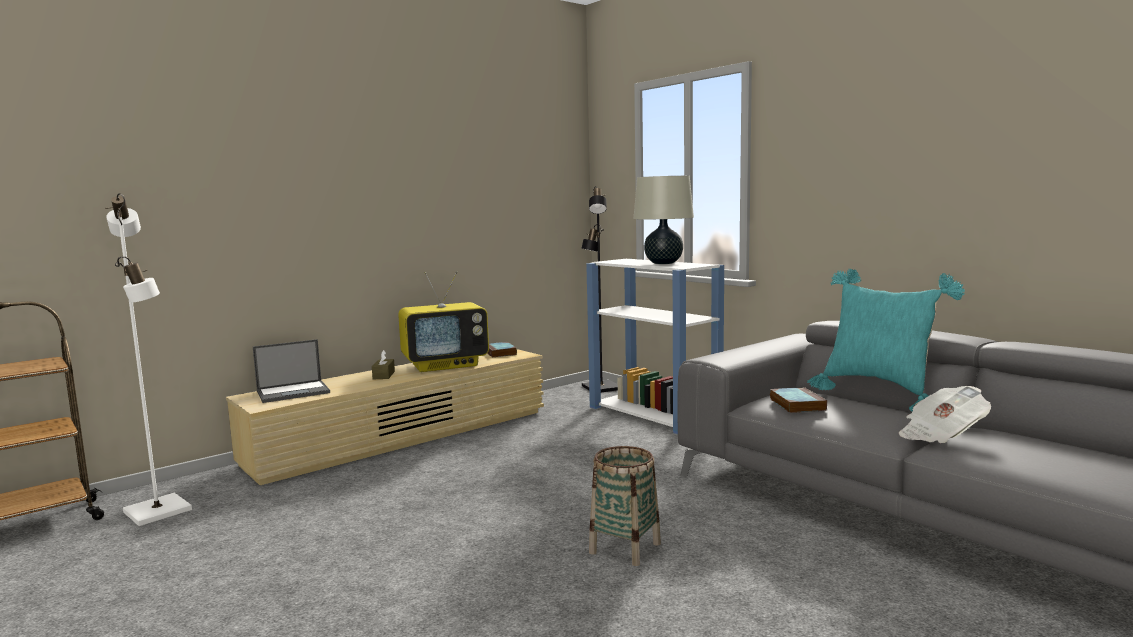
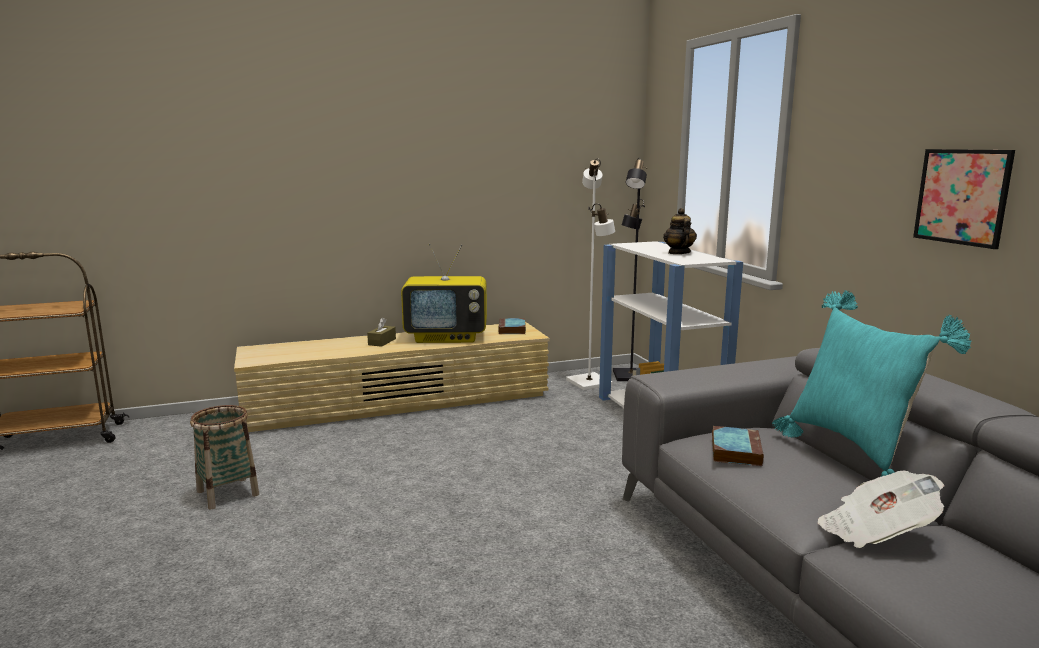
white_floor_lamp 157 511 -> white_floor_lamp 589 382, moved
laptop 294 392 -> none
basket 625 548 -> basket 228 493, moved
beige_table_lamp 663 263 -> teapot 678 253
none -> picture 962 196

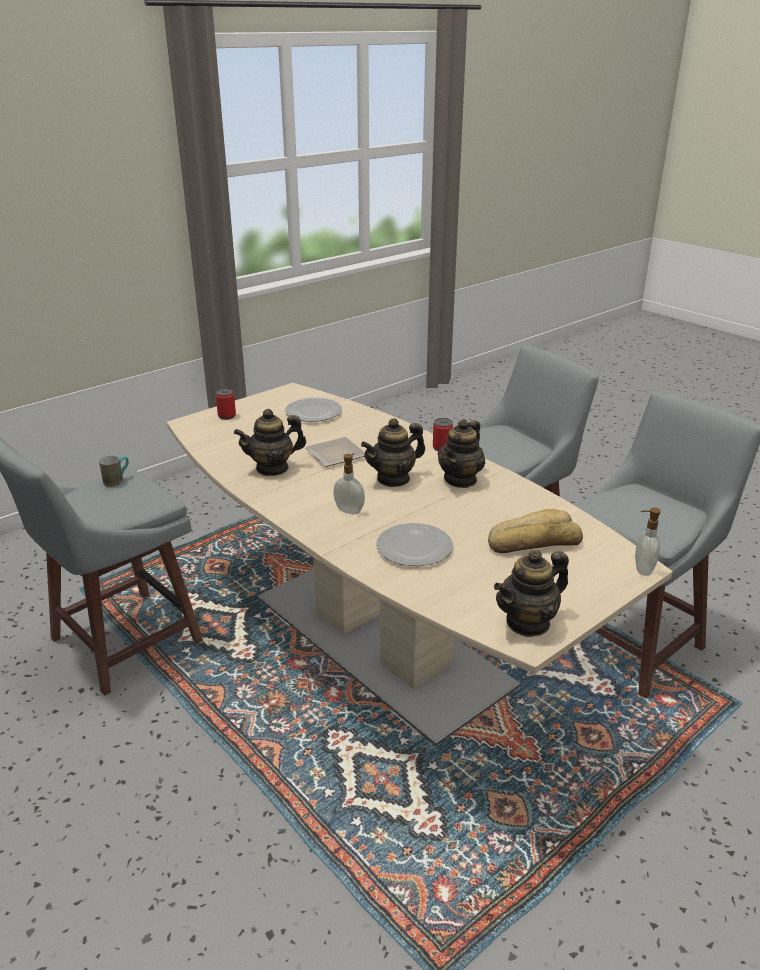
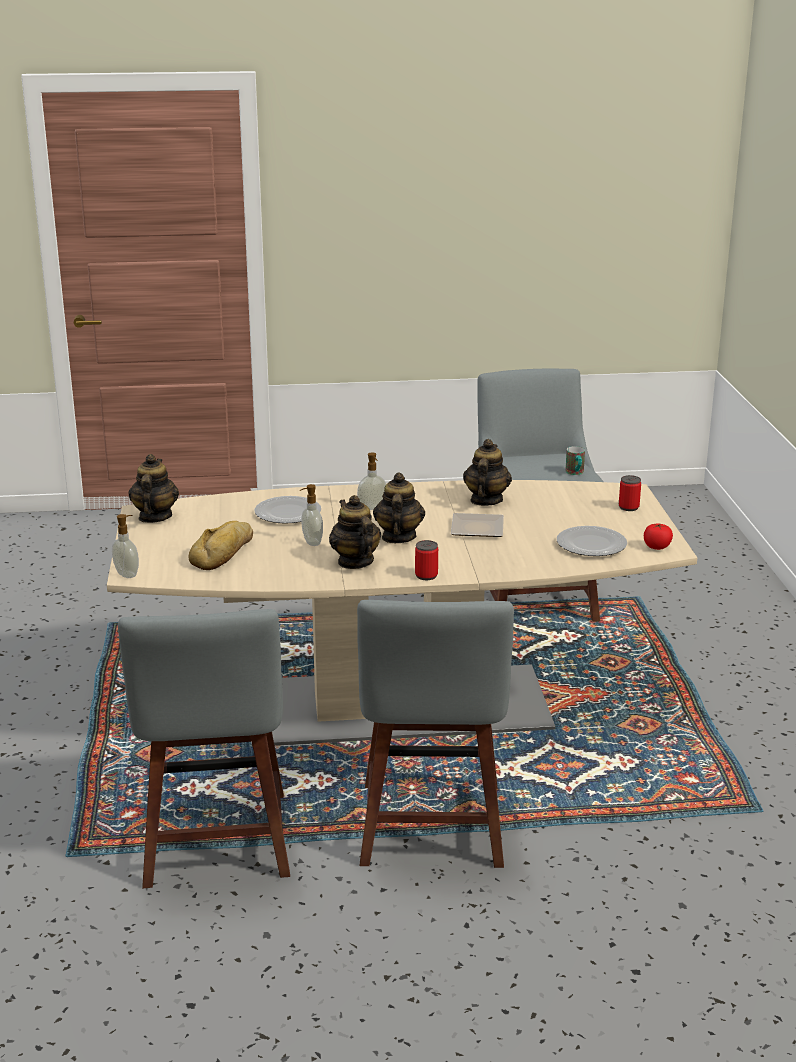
none -> soap_dispenser 311 542
none -> tomato 657 547

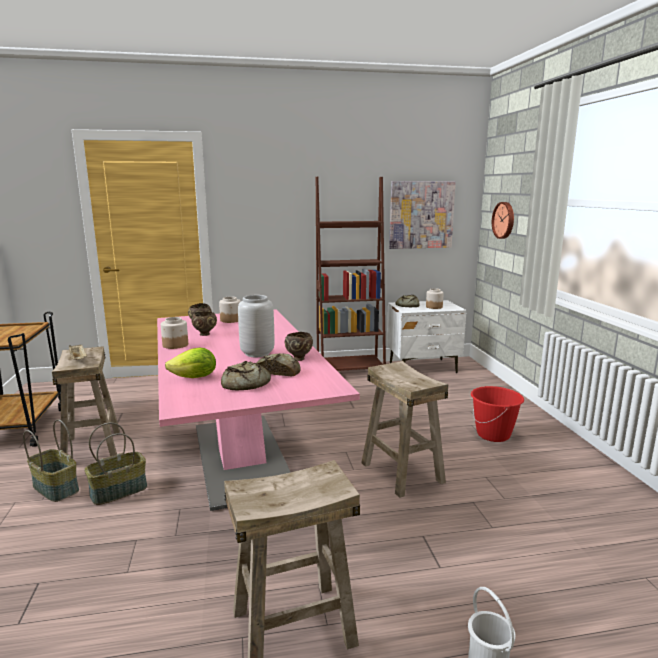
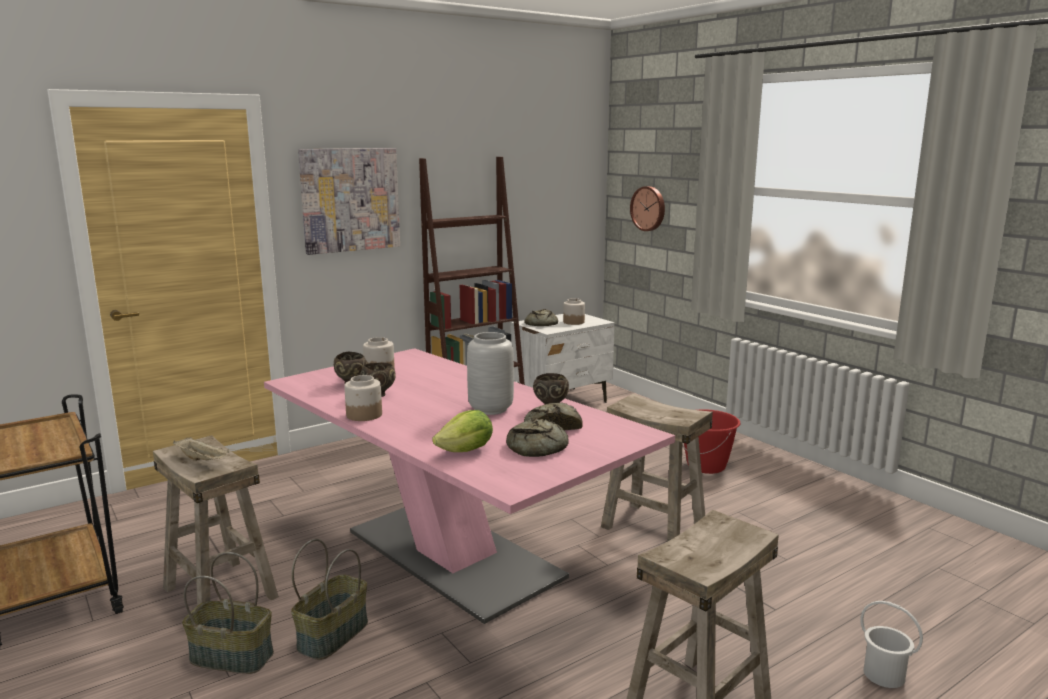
picture 421 215 -> picture 350 200, moved

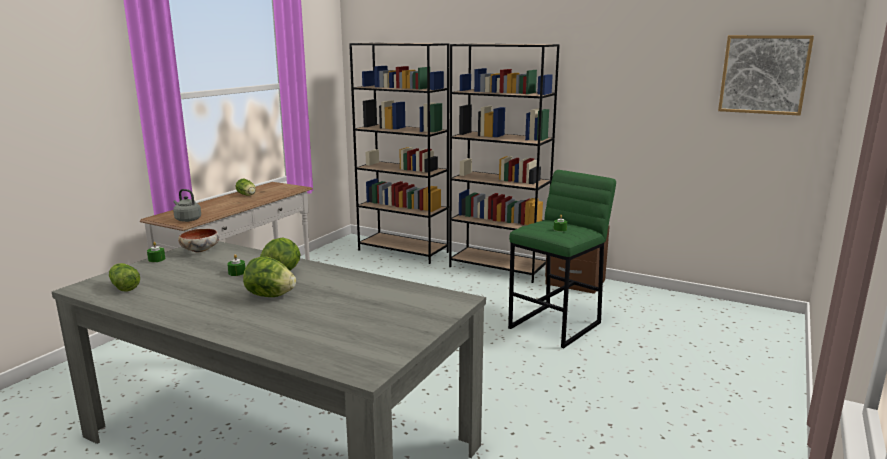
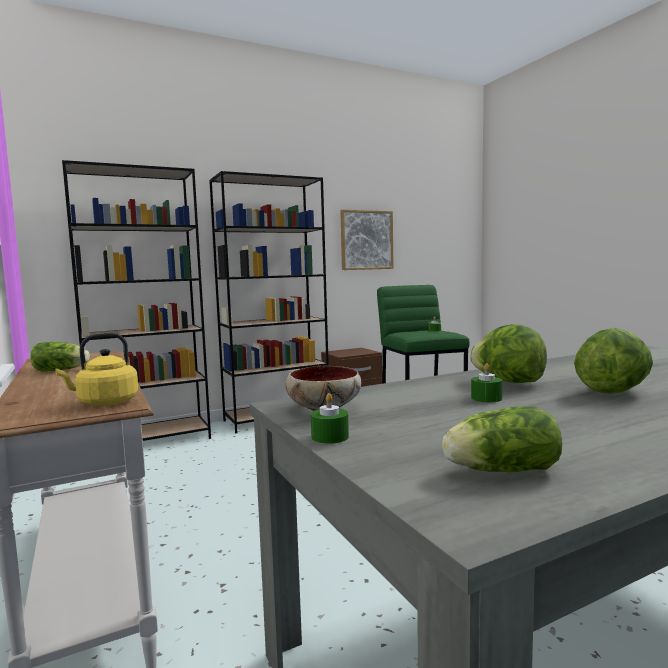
grey_kettle 187 219 -> yellow_kettle 105 403
picture 764 74 -> picture 366 240, moved

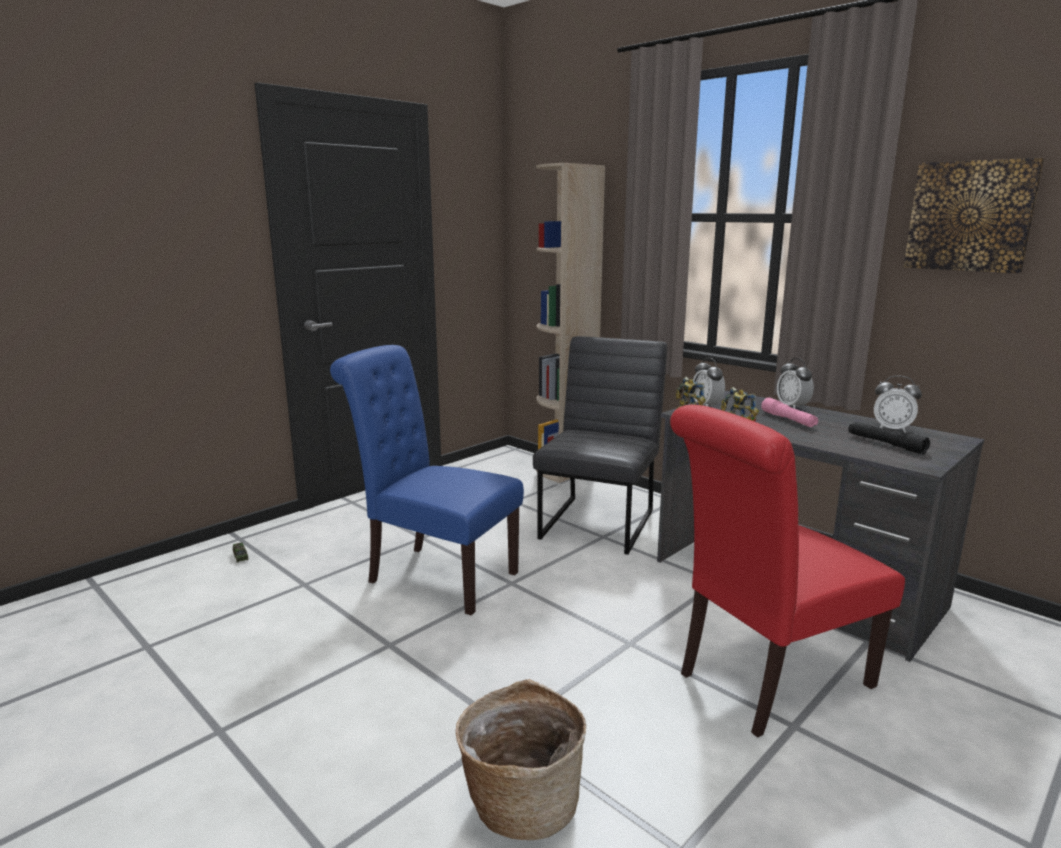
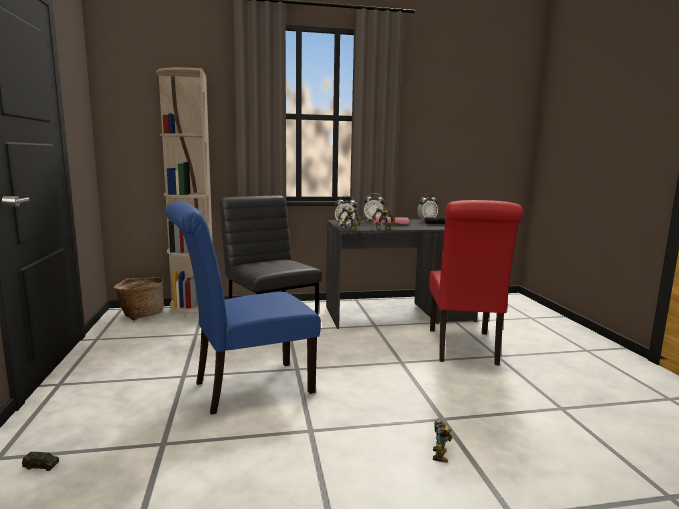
basket 521 802 -> basket 141 315, moved
picture 970 216 -> none
none -> toy_robot 442 455

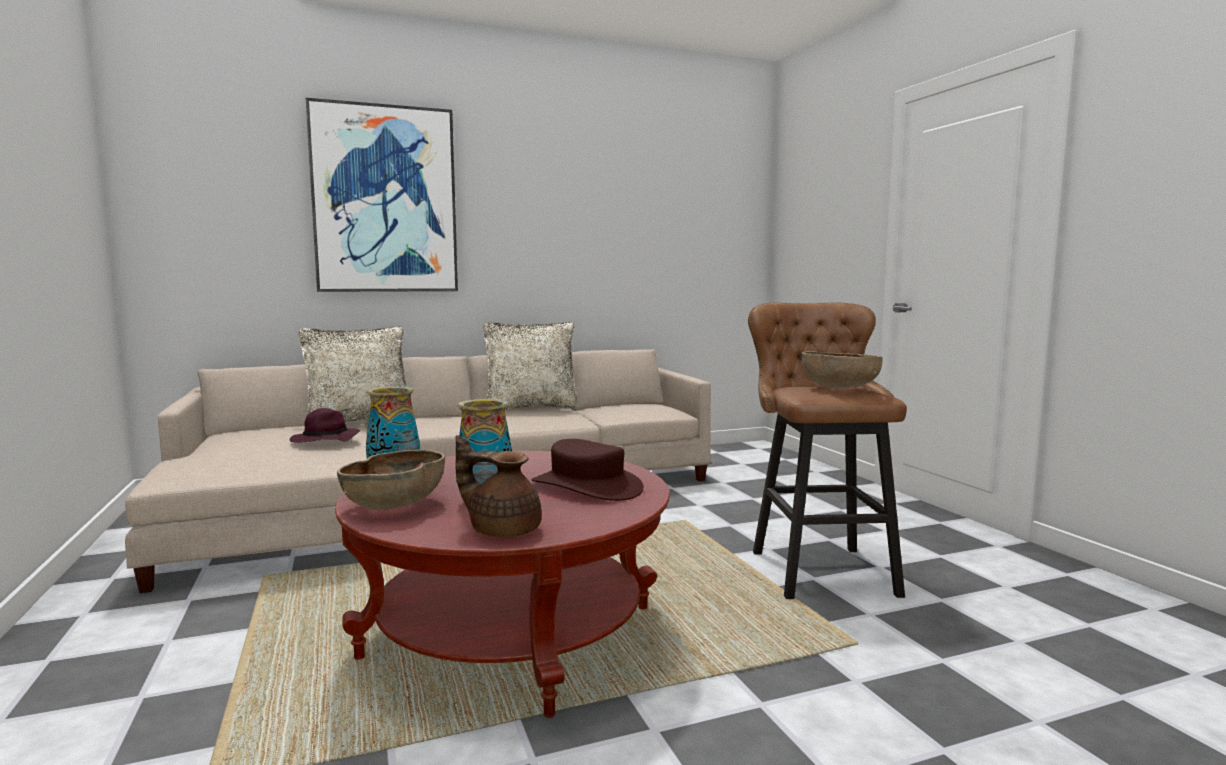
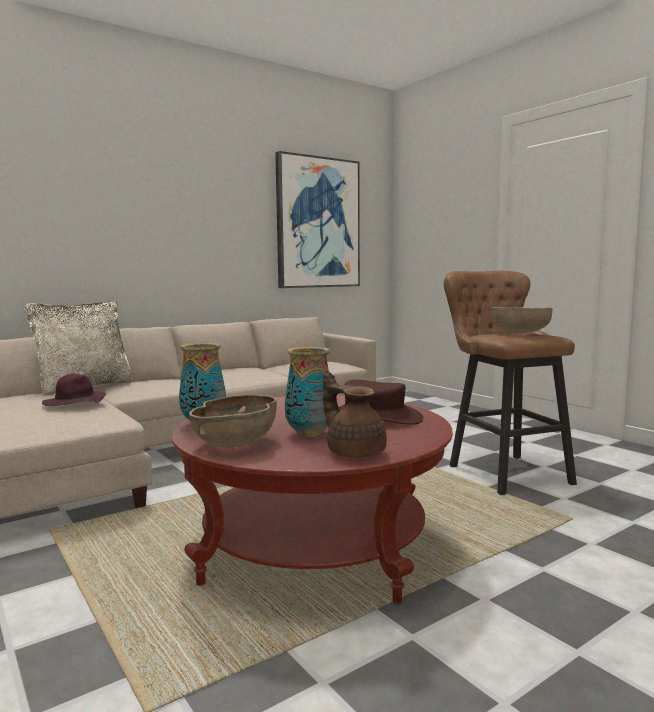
picture 385 200 -> picture 317 223, moved
brown_teapot 502 530 -> brown_teapot 354 452, 45 degrees clockwise
beige_pillow 532 408 -> none

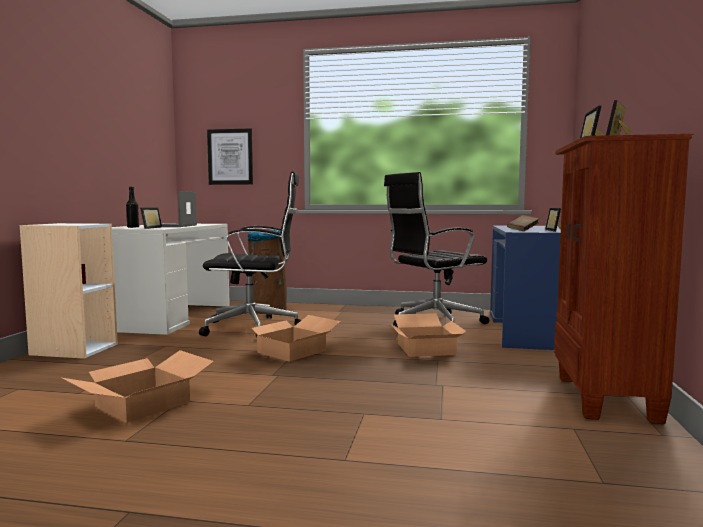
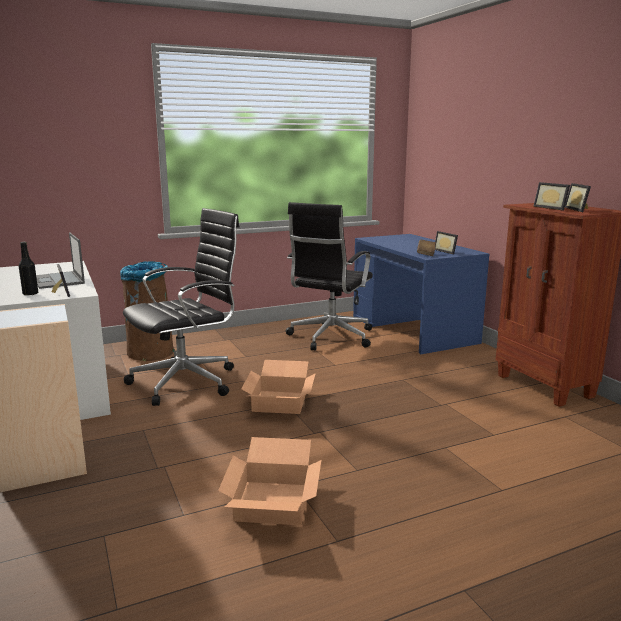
picture 230 157 -> none
cardboard_box 424 348 -> none

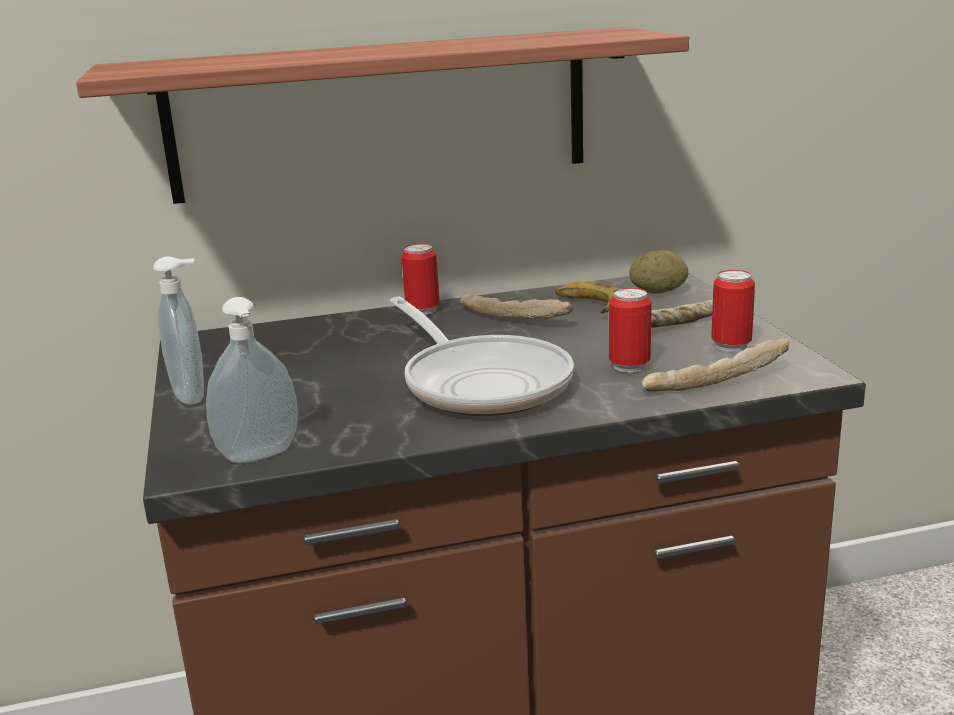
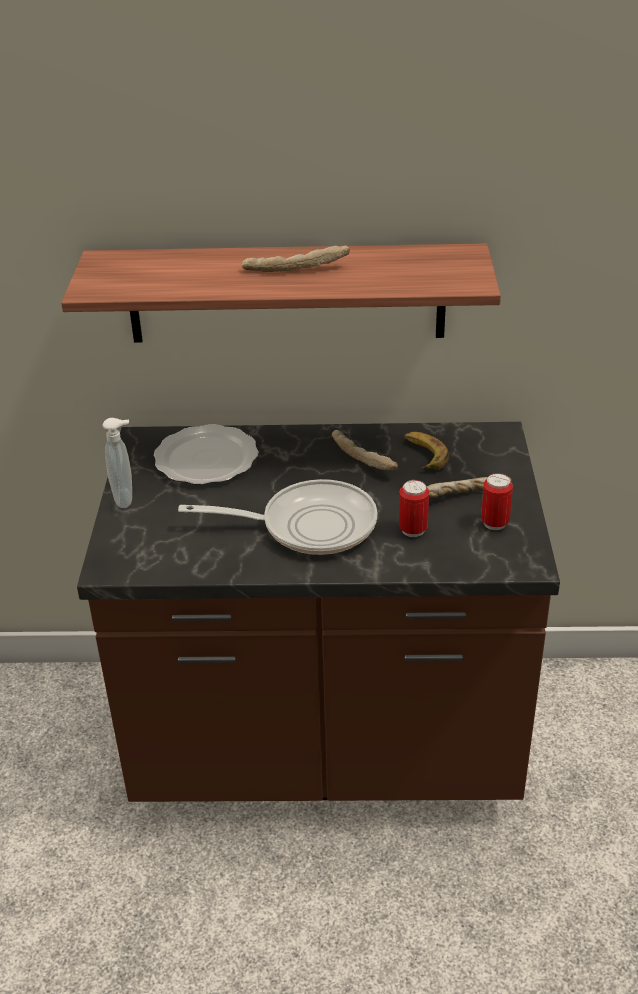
soap_dispenser 260 456 -> none
frying_pan 481 382 -> frying_pan 308 525, 75 degrees counterclockwise
can 422 310 -> none
potato 658 292 -> none
bread 715 380 -> bread 295 268, moved
none -> plate 208 458

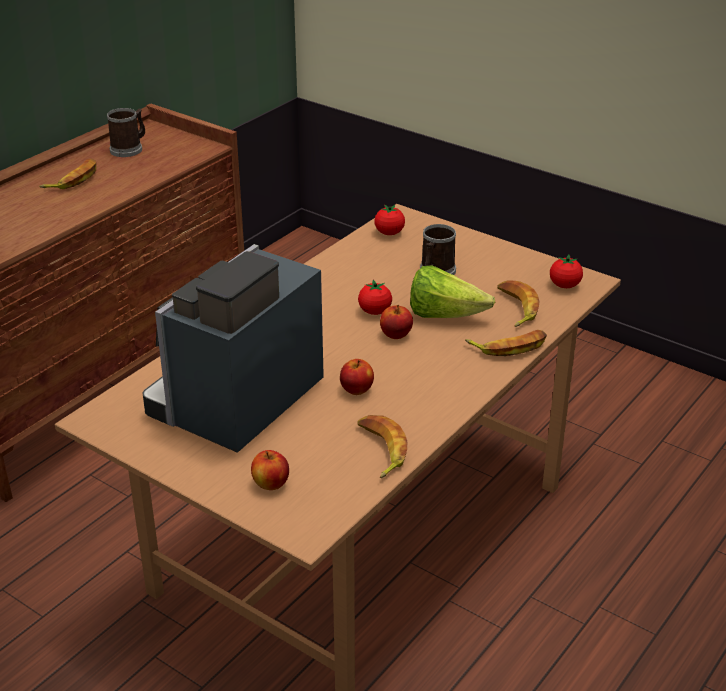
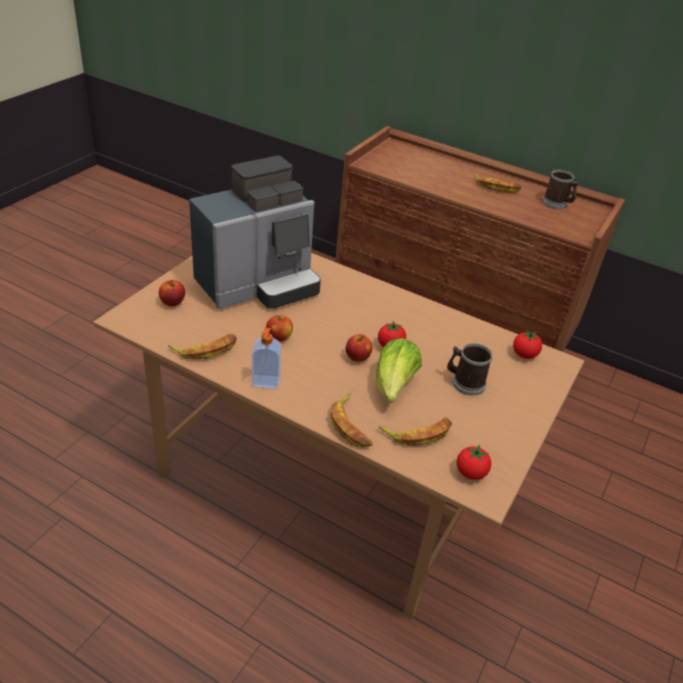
coffee_machine 235 404 -> coffee_machine 259 285, 120 degrees clockwise
none -> soap_dispenser 265 382

